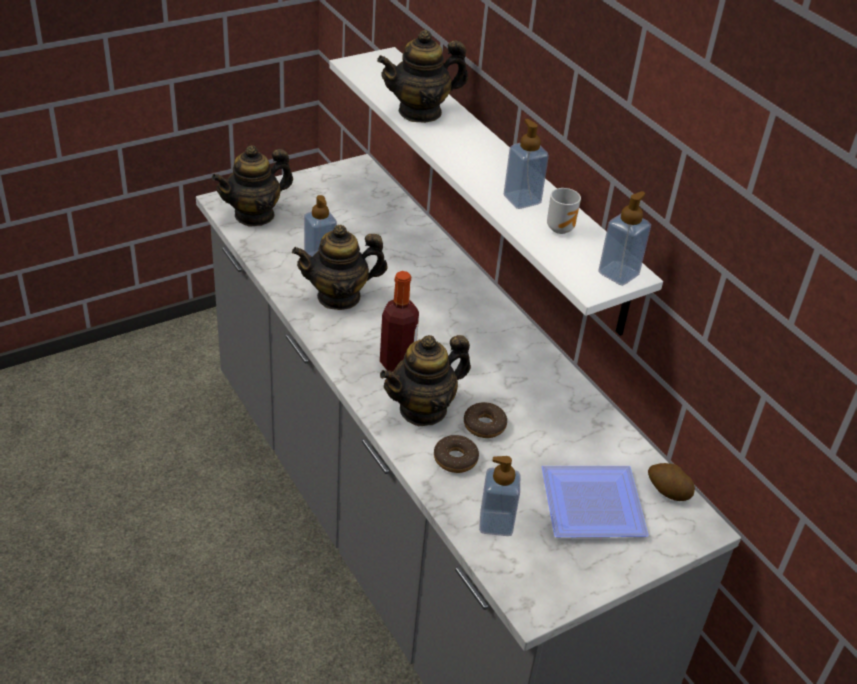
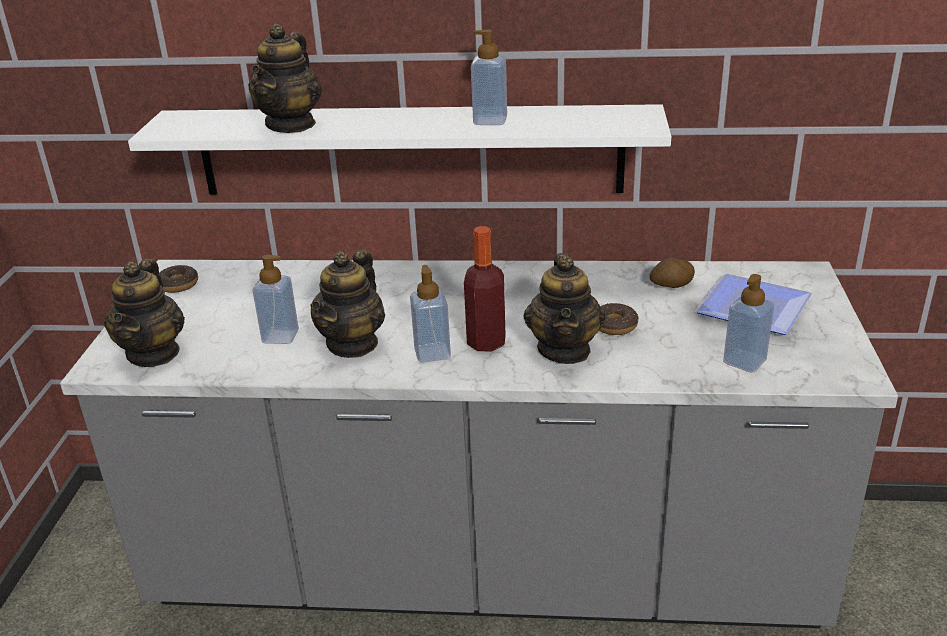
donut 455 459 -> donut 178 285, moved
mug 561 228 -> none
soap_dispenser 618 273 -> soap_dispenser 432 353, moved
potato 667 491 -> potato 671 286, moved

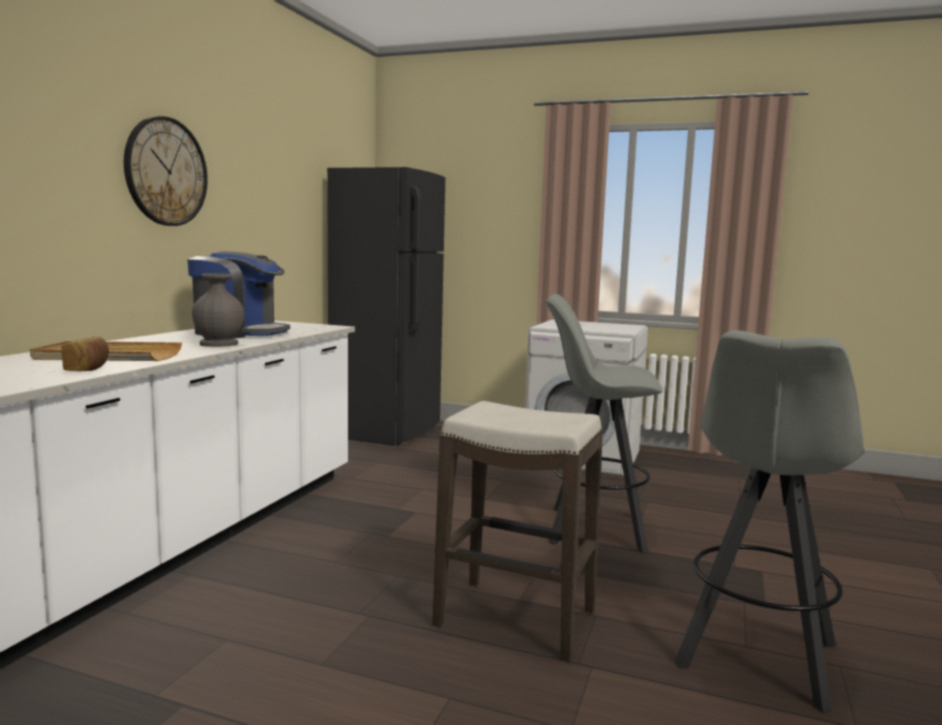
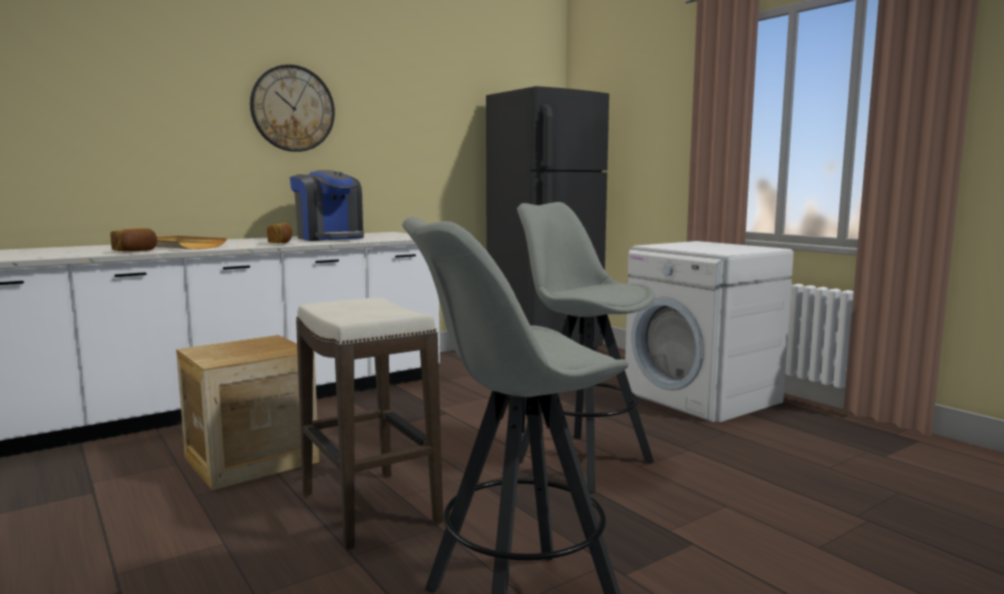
grey_vase 220 344 -> bread 280 243
none -> crate 251 460

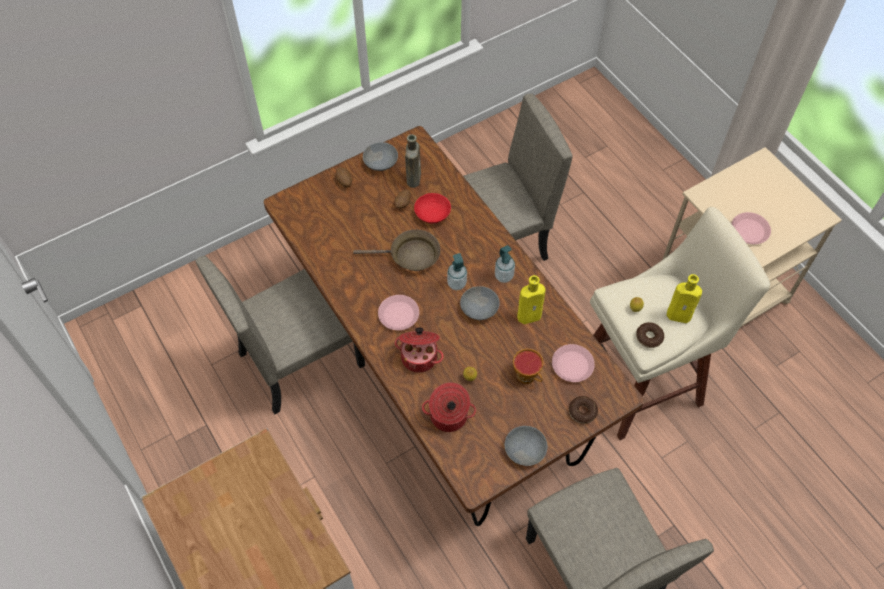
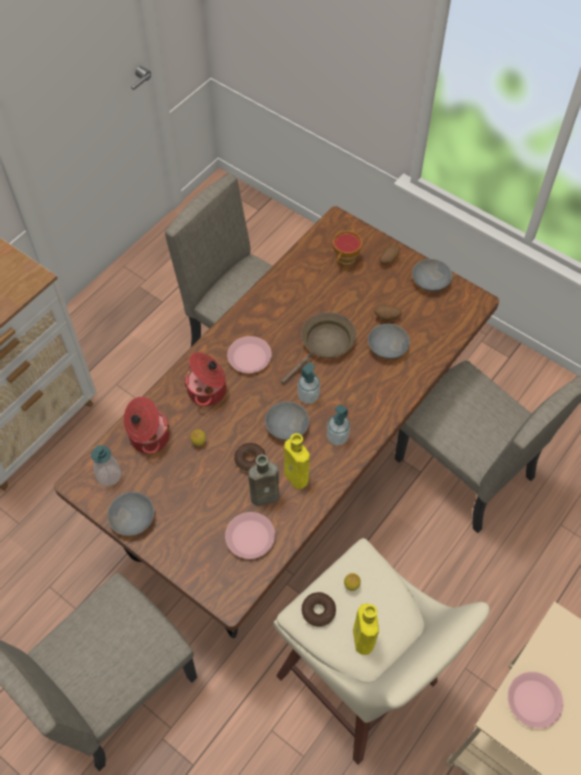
brown_frying_pan 410 256 -> brown_frying_pan 325 344, 120 degrees counterclockwise
brown_bottle 413 177 -> brown_bottle 267 496, moved
red_bowl 433 213 -> grey_bowl 388 347
cup 528 376 -> cup 345 261, moved
donut 582 412 -> donut 250 460, moved
none -> soap_dispenser 109 475

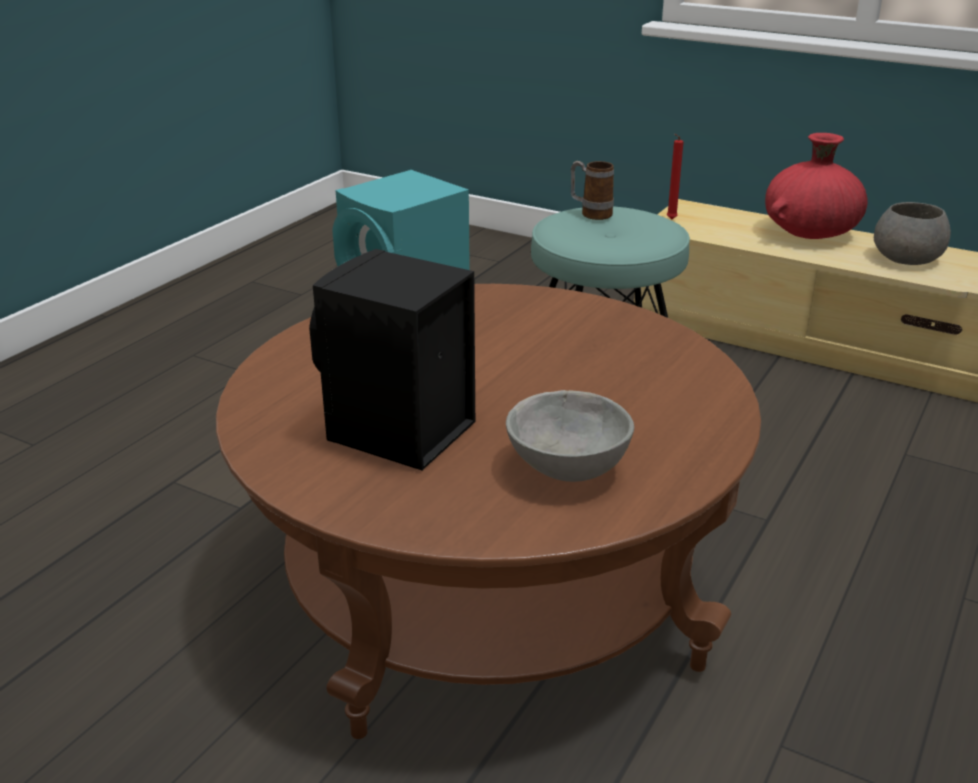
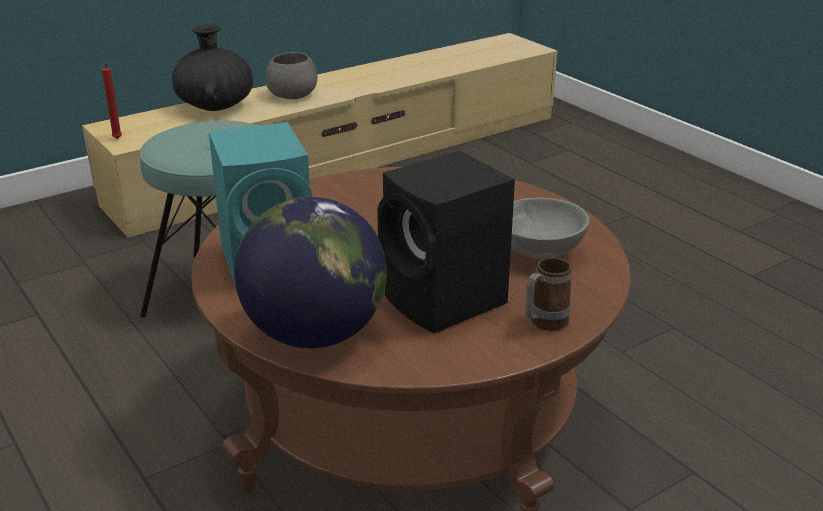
mug 590 214 -> mug 543 324, moved
red_vase 809 233 -> black_vase 215 106
none -> globe 315 334

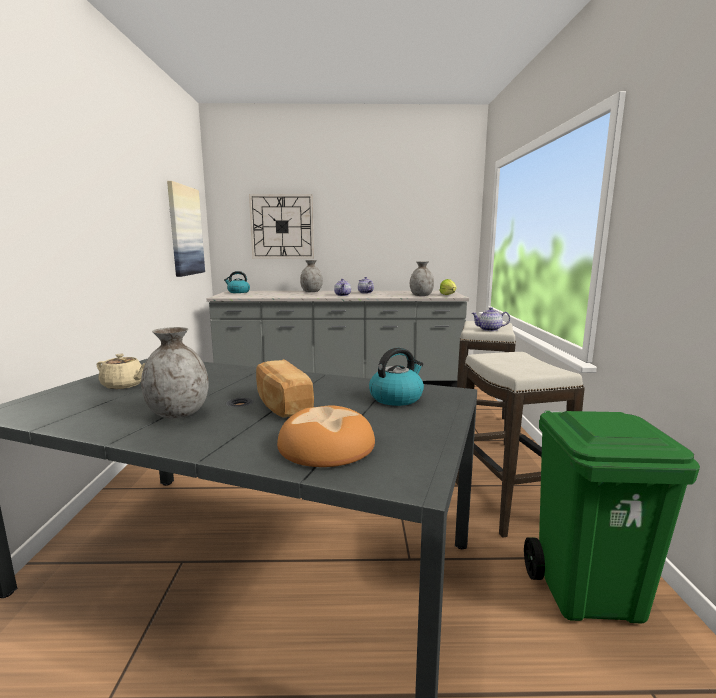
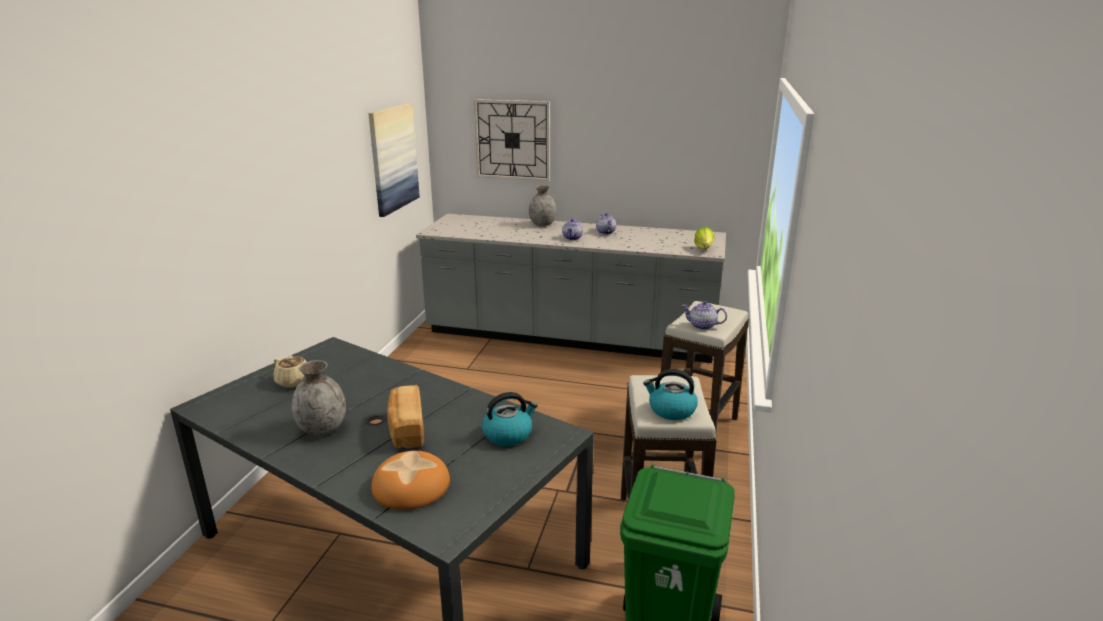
kettle 238 292 -> kettle 671 410, moved
grey_vase 421 295 -> none

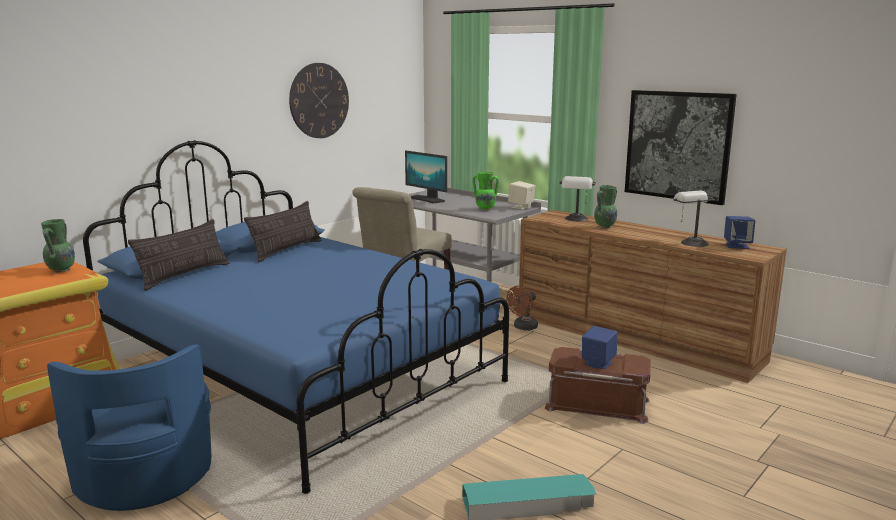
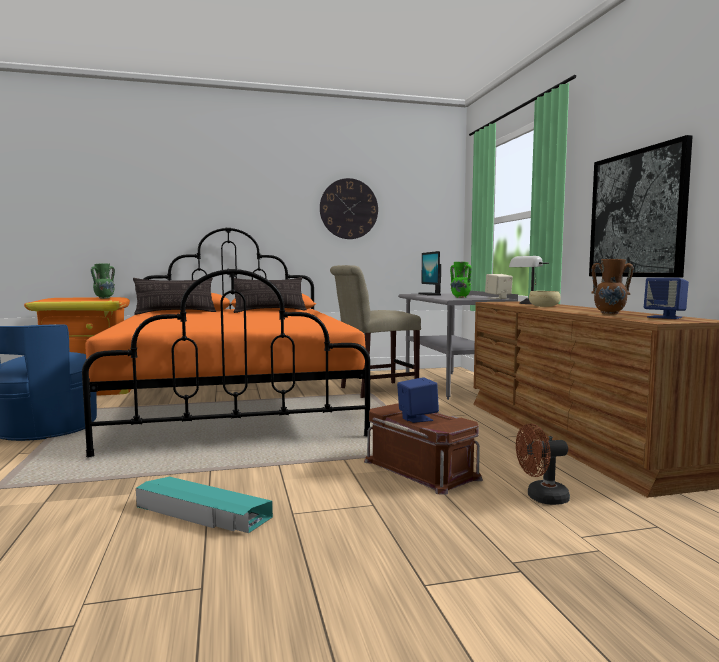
blue_bed 301 375 -> orange_bed 234 404
brown_fan 523 327 -> brown_fan 541 498, moved
green_vase 605 226 -> beige_bowl 544 306
table_lamp 690 242 -> brown_vase 610 313

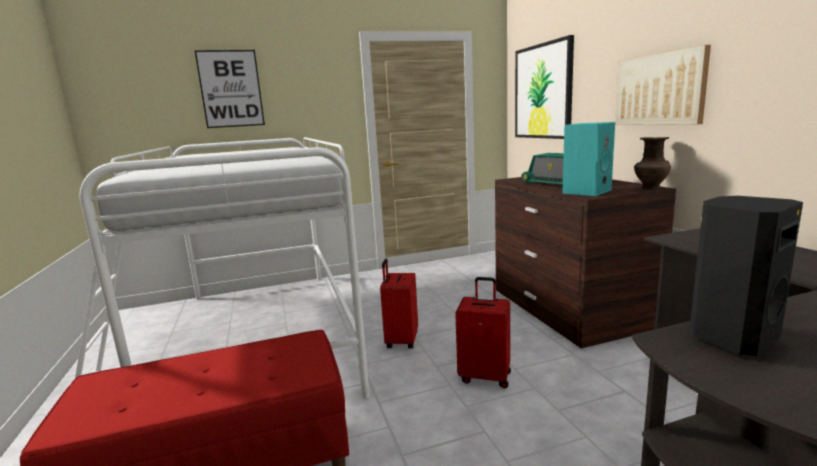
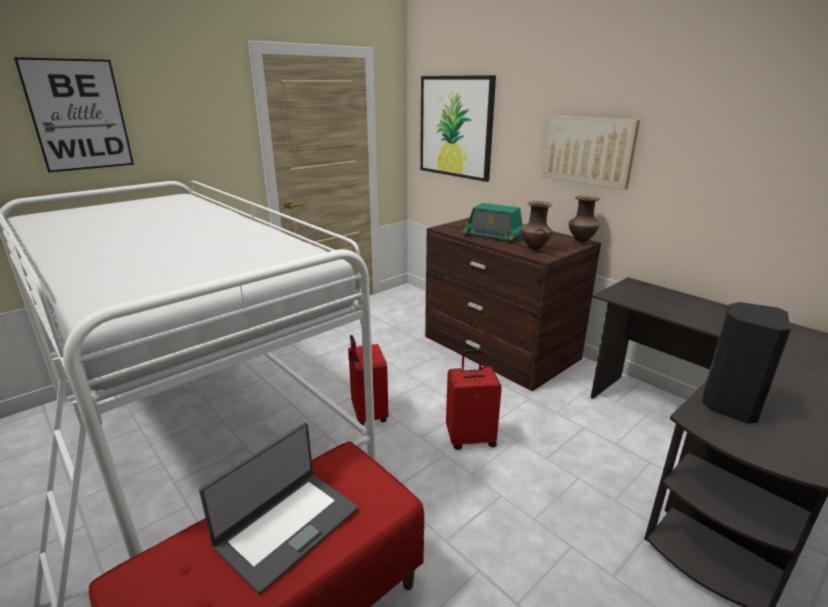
turquoise_speaker 586 191 -> brown_vase 534 249
none -> laptop 287 527

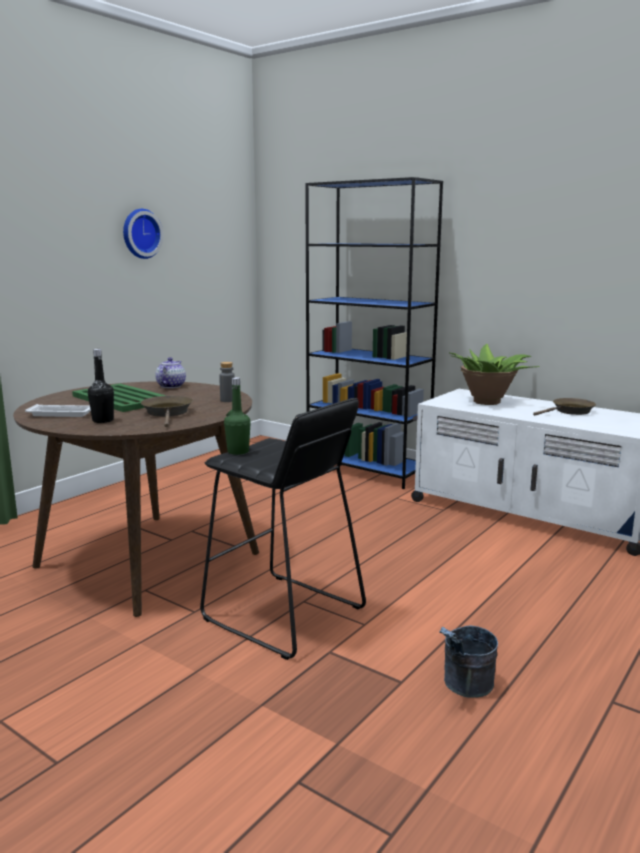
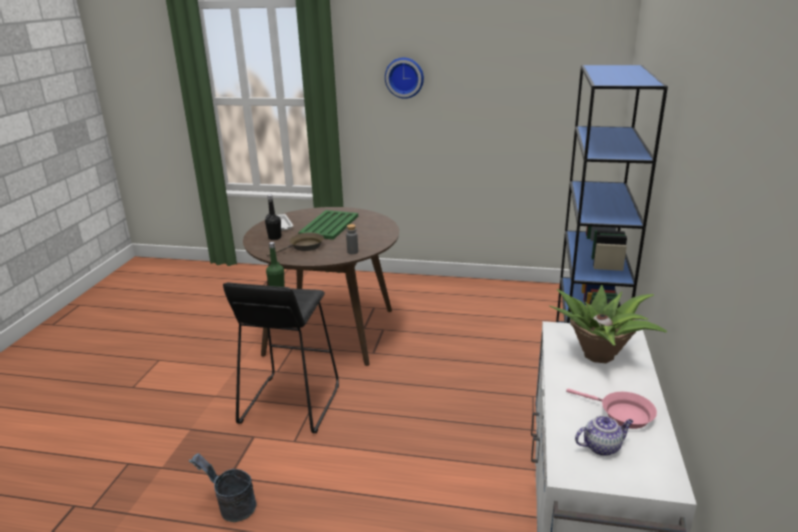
wall_clock 140 233 -> wall_clock 404 77, moved
teapot 171 386 -> teapot 602 446, moved
brown_frying_pan 570 411 -> pink_frying_pan 622 414

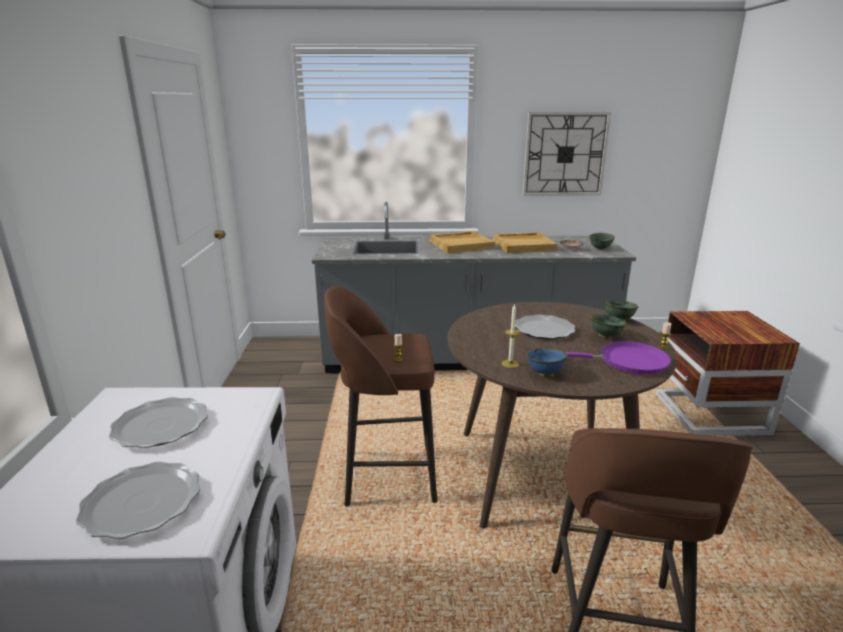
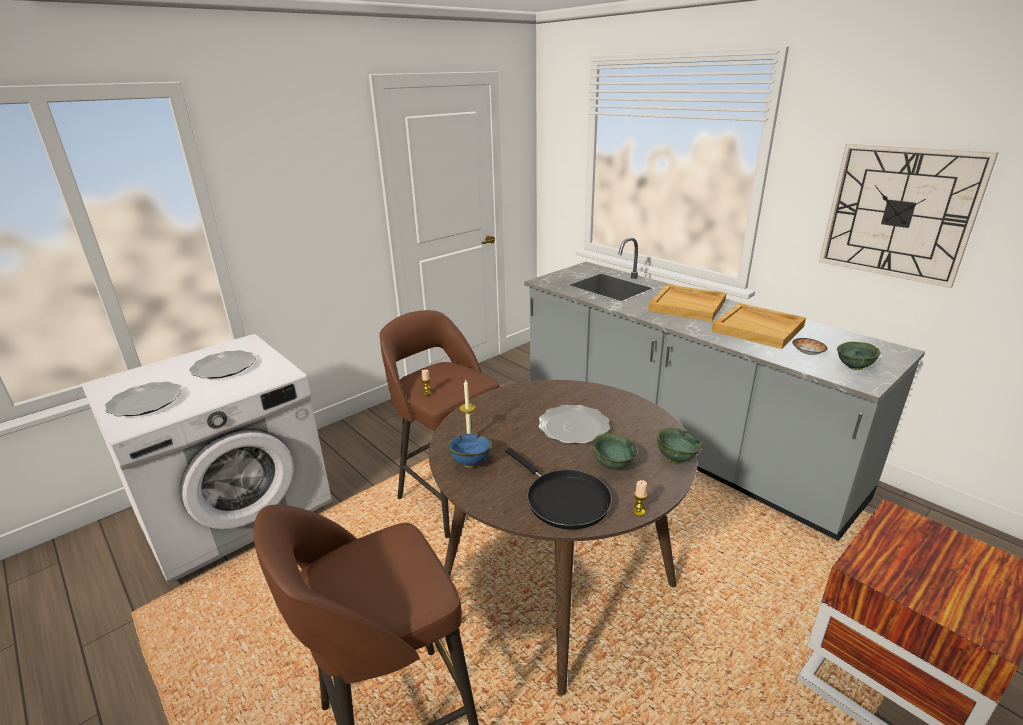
purple_frying_pan 628 362 -> black_frying_pan 563 500

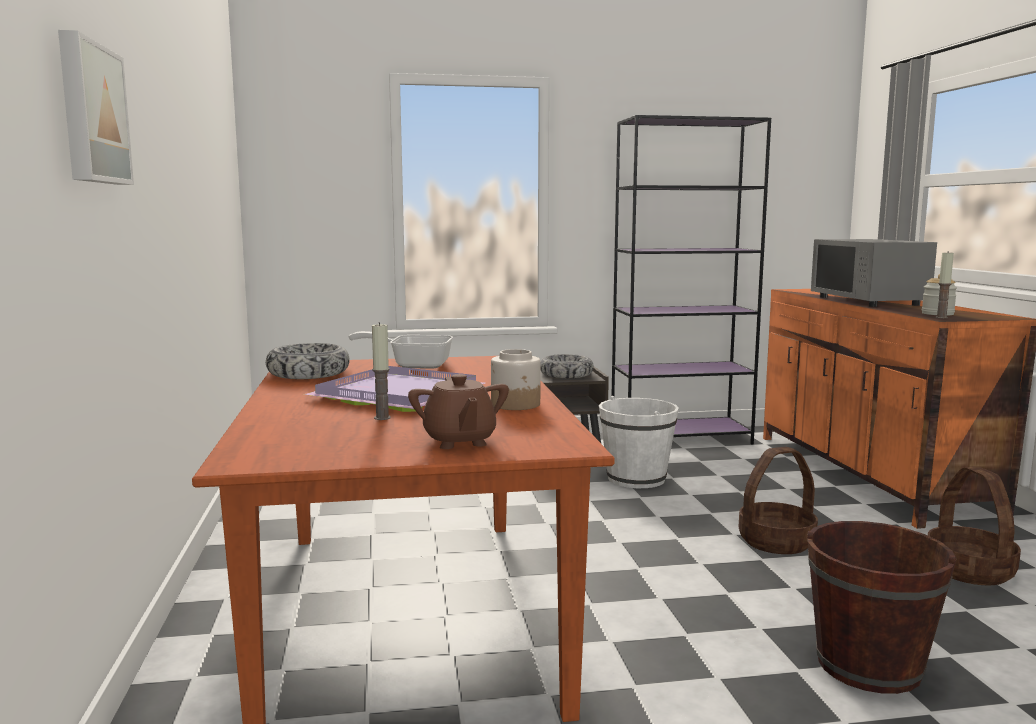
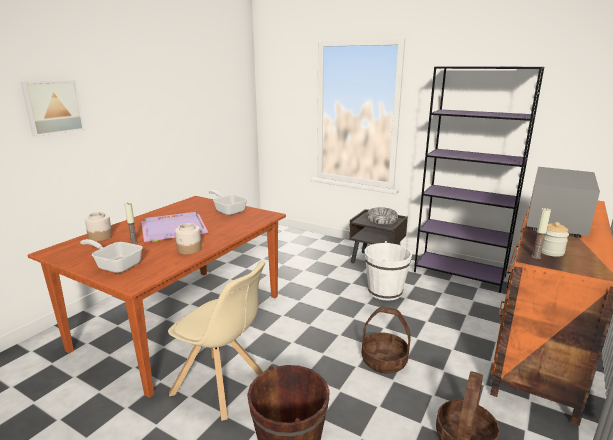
bowl 308 373 -> none
brown_teapot 459 441 -> frying_pan 116 265
none -> jar 100 237
none -> beige_chair 222 386

